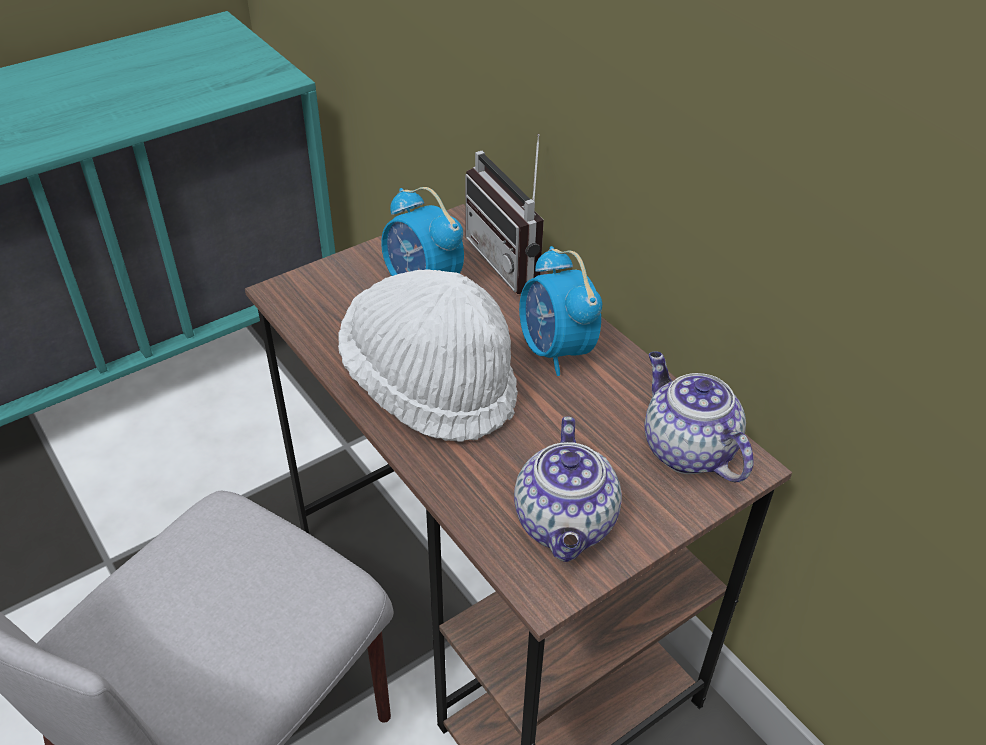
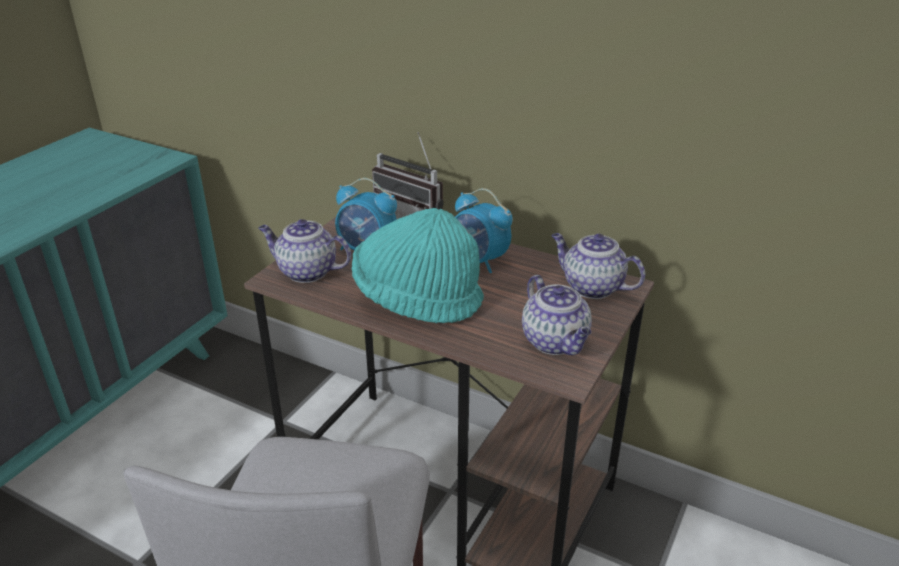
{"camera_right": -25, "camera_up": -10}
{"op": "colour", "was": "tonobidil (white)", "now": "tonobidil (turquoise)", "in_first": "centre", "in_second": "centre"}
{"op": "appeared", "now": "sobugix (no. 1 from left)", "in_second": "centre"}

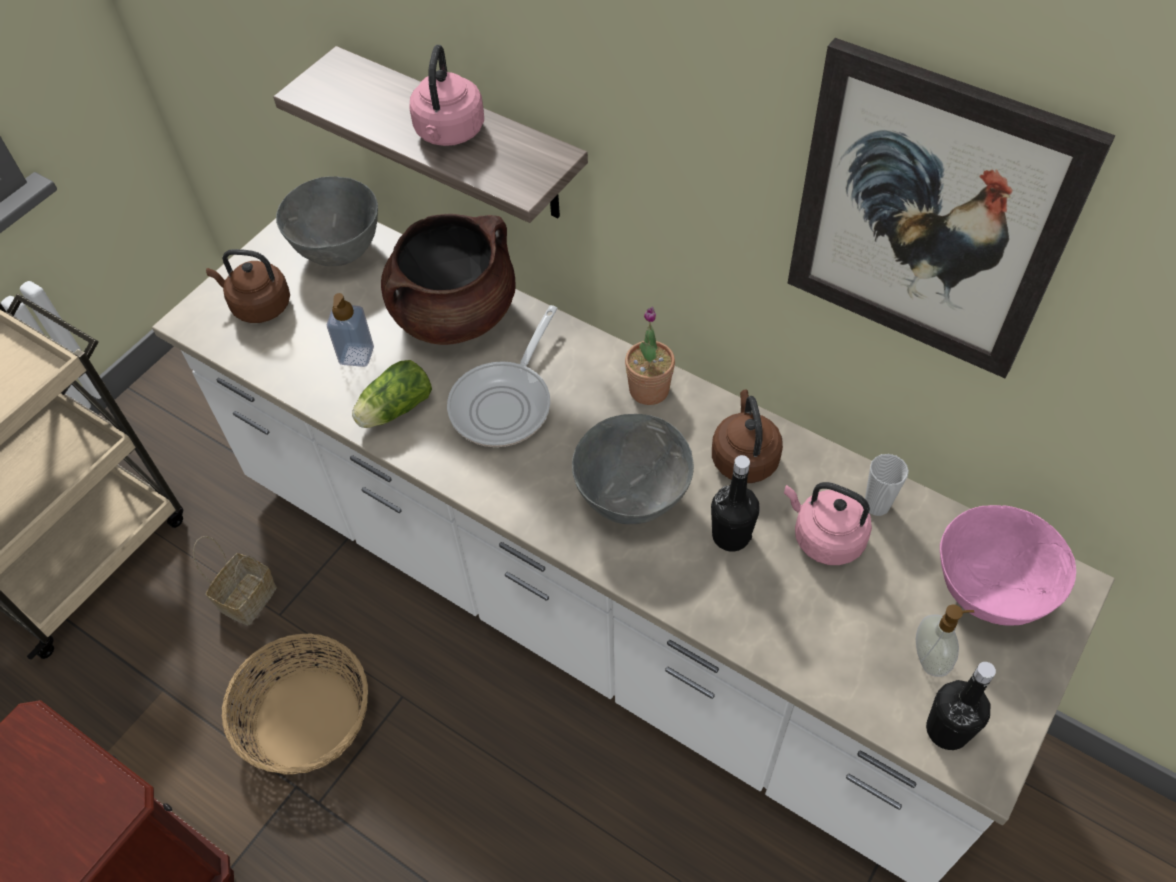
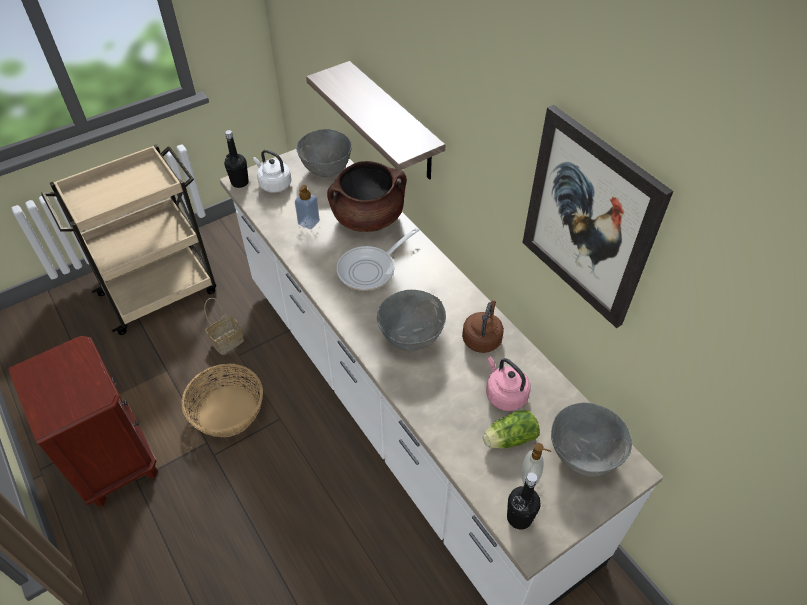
{"camera_right": 20, "camera_up": -5}
{"op": "colour", "was": "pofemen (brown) (no. 1 from left)", "now": "pofemen (white)", "in_first": "top left", "in_second": "top centre"}
{"op": "relocated", "was": "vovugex", "in_first": "centre", "in_second": "bottom centre"}
{"op": "missing", "was": "pofemen (pink) (no. 1 from left)", "in_first": "top centre"}
{"op": "missing", "was": "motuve", "in_first": "centre"}
{"op": "relocated", "was": "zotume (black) (no. 1 from left)", "in_first": "centre", "in_second": "top left"}
{"op": "missing", "was": "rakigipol", "in_first": "middle right"}
{"op": "colour", "was": "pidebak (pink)", "now": "pidebak (grey) (no. 3 from left)", "in_first": "middle right", "in_second": "bottom right"}

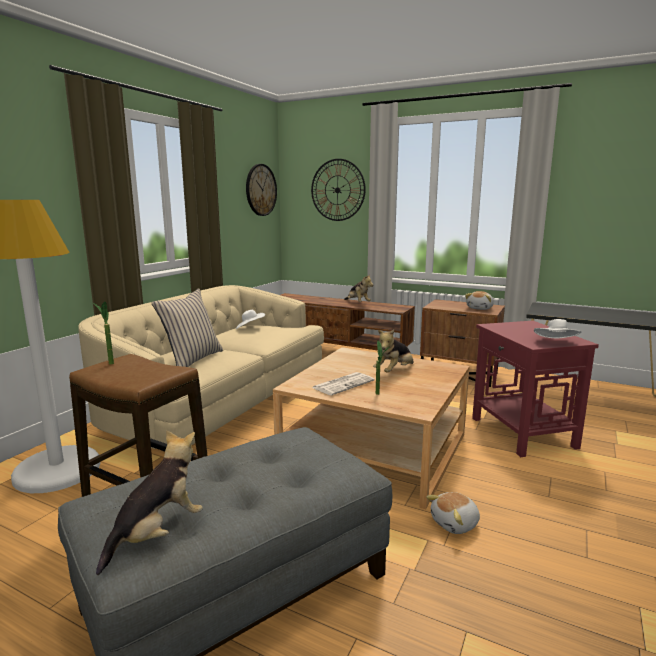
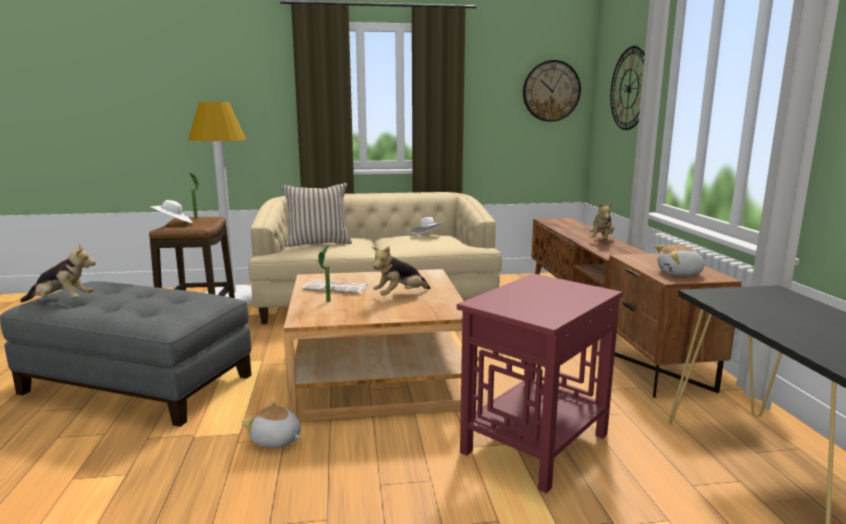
{"camera_right": 55, "camera_up": 0}
{"op": "spun", "was": "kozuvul (no. 3 from left)", "in_first": "centre", "in_second": "centre", "clockwise": -45}
{"op": "relocated", "was": "tonobidil (white) (no. 2 from left in the first image)", "now": "tonobidil (white) (no. 1 from left)", "in_first": "middle right", "in_second": "middle left"}

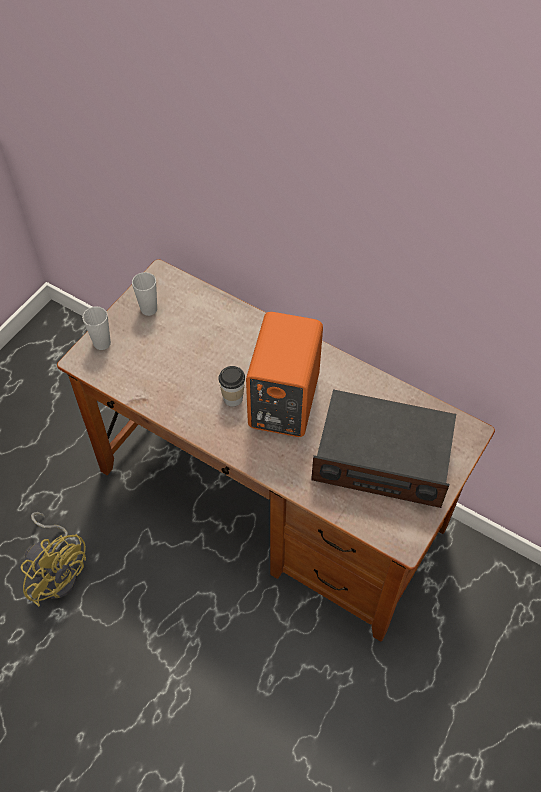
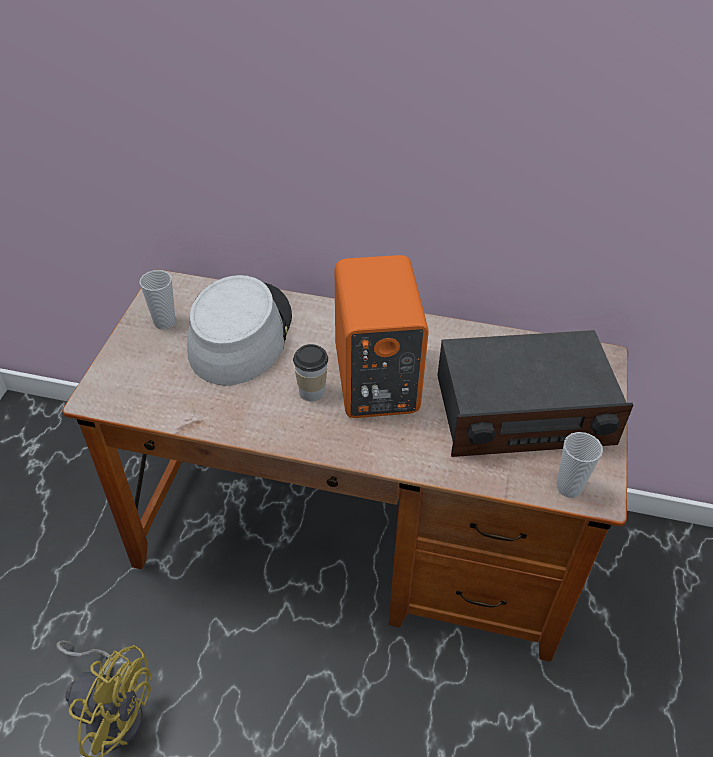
{"camera_right": -20, "camera_up": -10}
{"op": "relocated", "was": "rakigipol (no. 1 from left in the first image)", "now": "rakigipol (no. 3 from left)", "in_first": "middle left", "in_second": "middle right"}
{"op": "appeared", "now": "tonobidil (grey)", "in_second": "centre"}

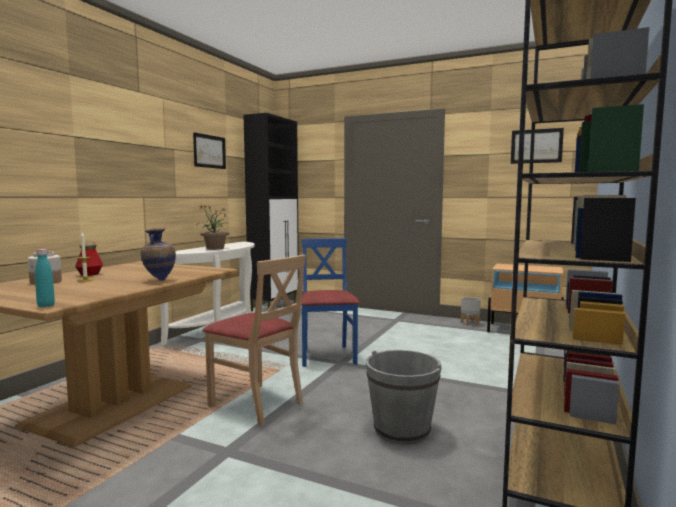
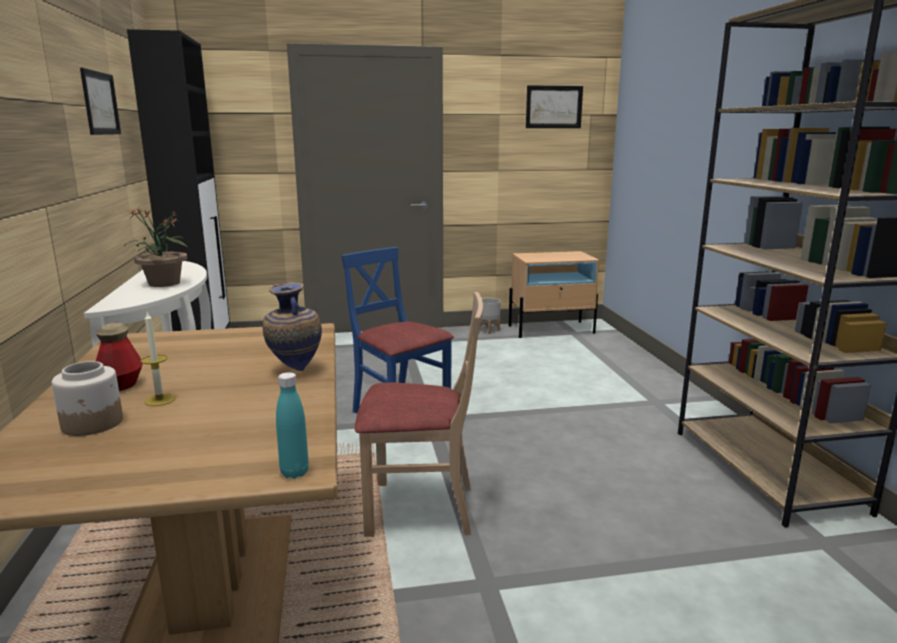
{"camera_right": -35, "camera_up": 10}
{"op": "missing", "was": "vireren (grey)", "in_first": "bottom centre"}

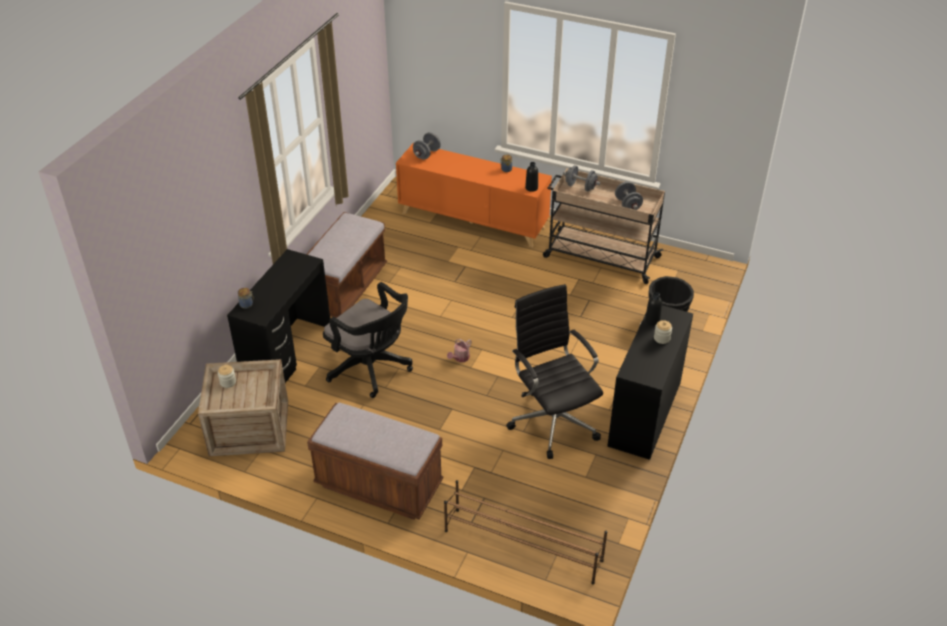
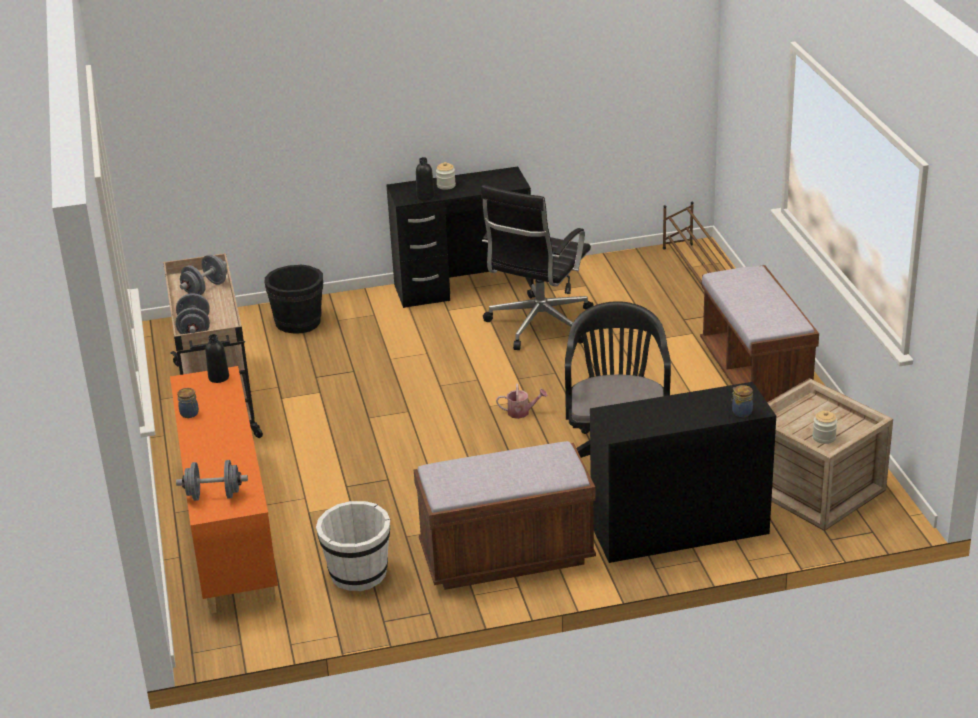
{"camera_right": -125, "camera_up": -10}
{"op": "appeared", "now": "vireren (white)", "in_second": "bottom centre"}

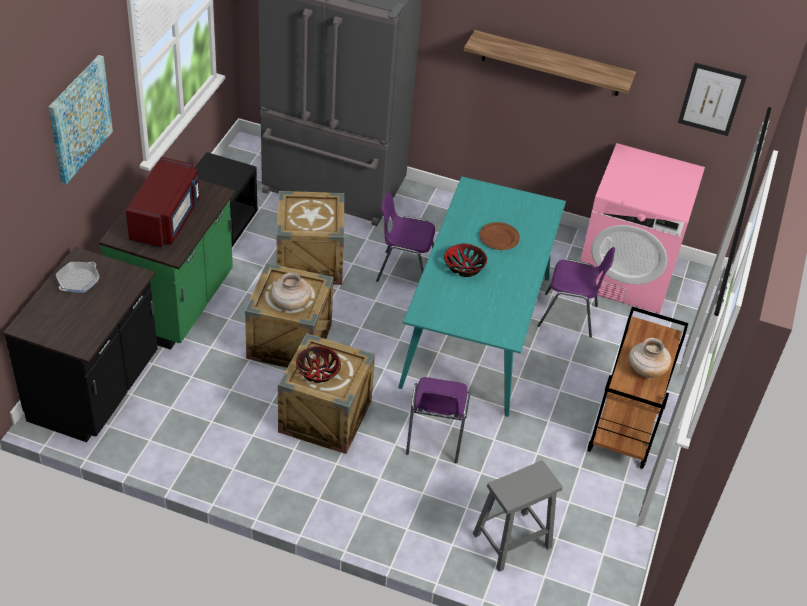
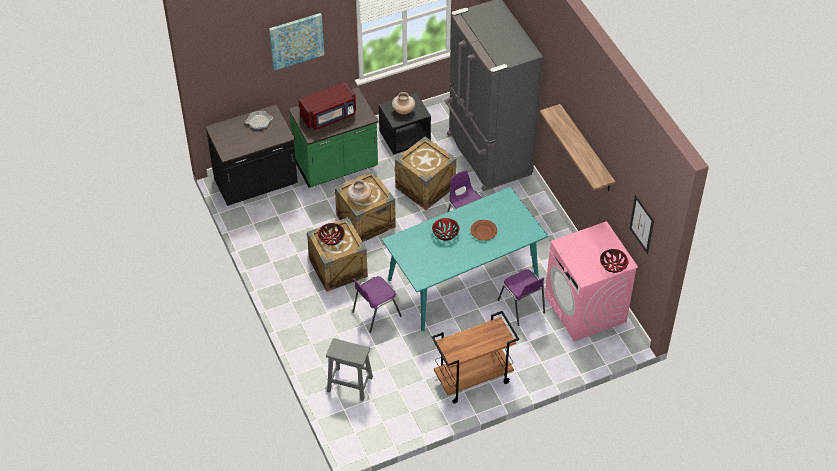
{"camera_right": 50, "camera_up": 5}
{"op": "relocated", "was": "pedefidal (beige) (no. 2 from left)", "in_first": "middle right", "in_second": "top centre"}
{"op": "appeared", "now": "pidebak (no. 3 from left)", "in_second": "middle right"}

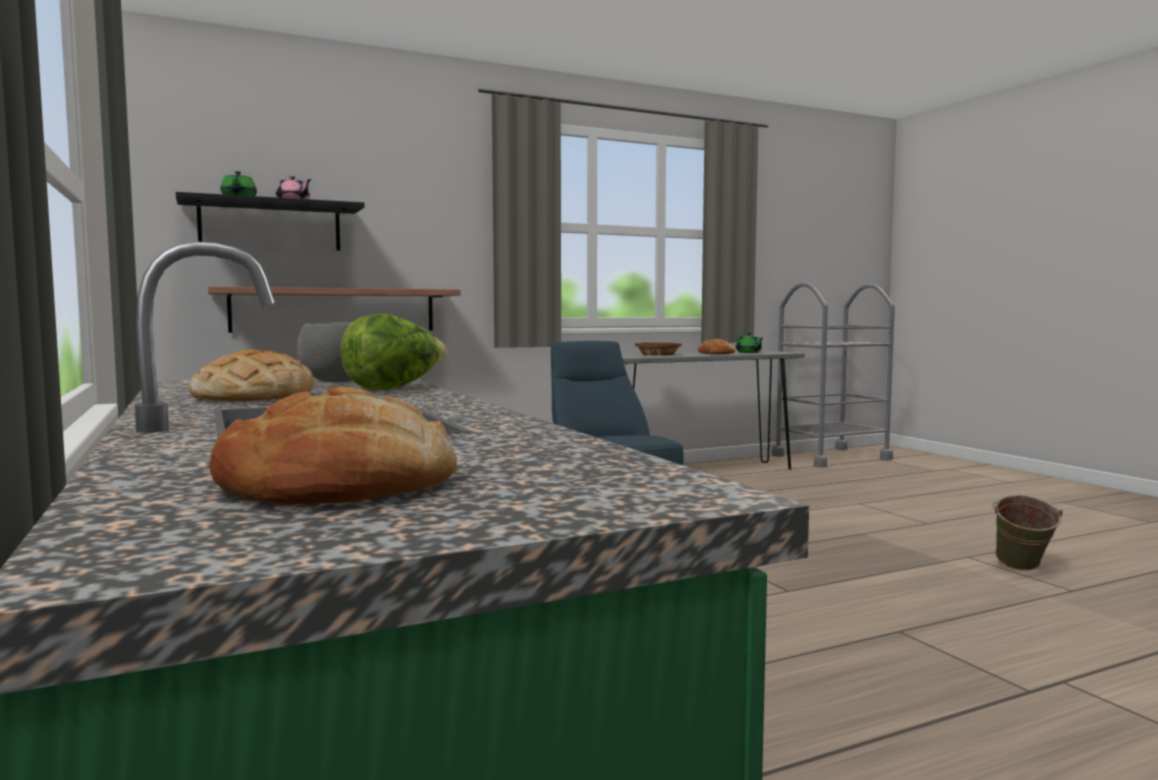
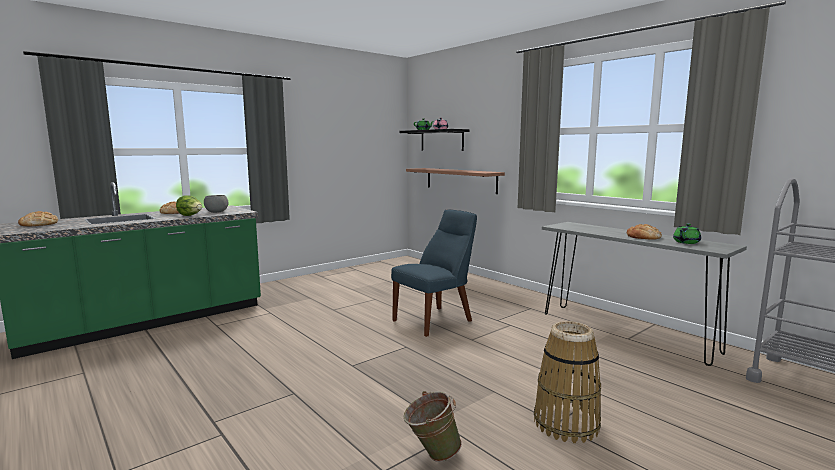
{"camera_right": 75, "camera_up": 5}
{"op": "missing", "was": "pidebak (brown)", "in_first": "centre"}
{"op": "appeared", "now": "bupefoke", "in_second": "bottom right"}

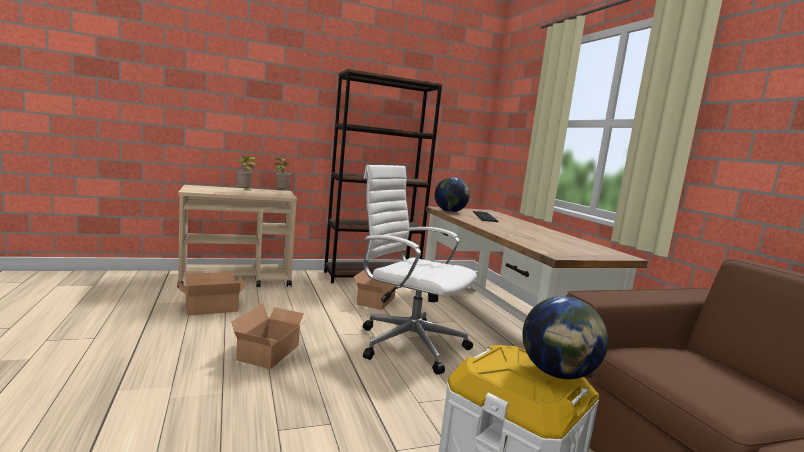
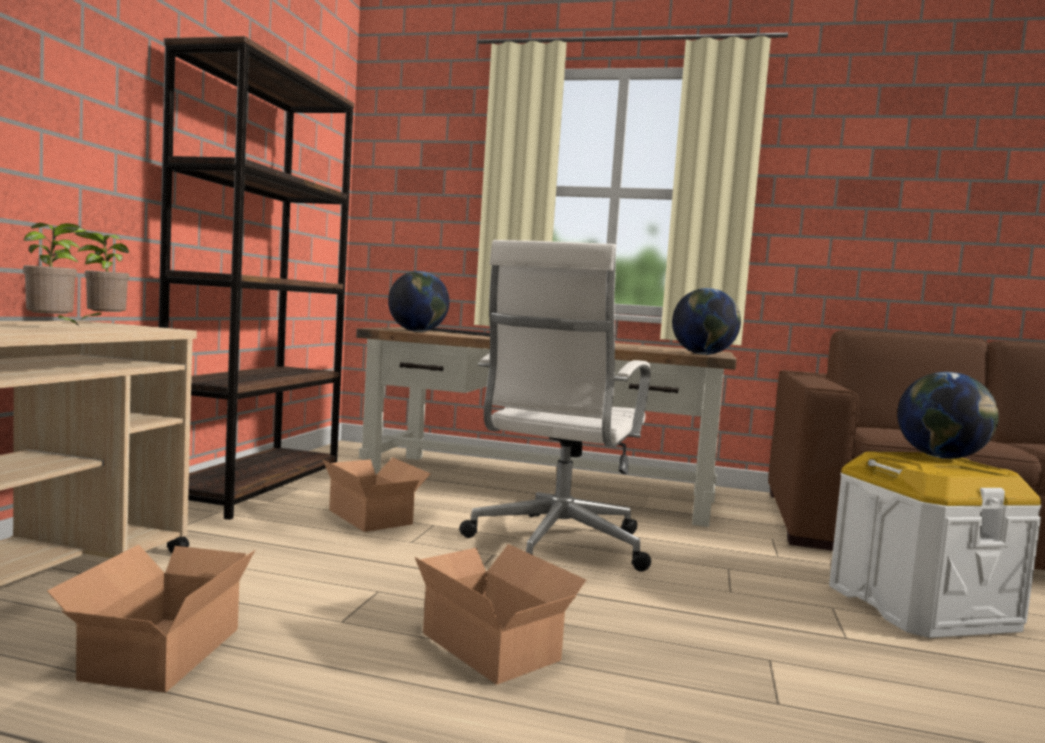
{"camera_right": -55, "camera_up": -5}
{"op": "spun", "was": "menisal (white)", "in_first": "centre", "in_second": "centre", "clockwise": -45}
{"op": "appeared", "now": "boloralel (no. 2 from left)", "in_second": "middle right"}

